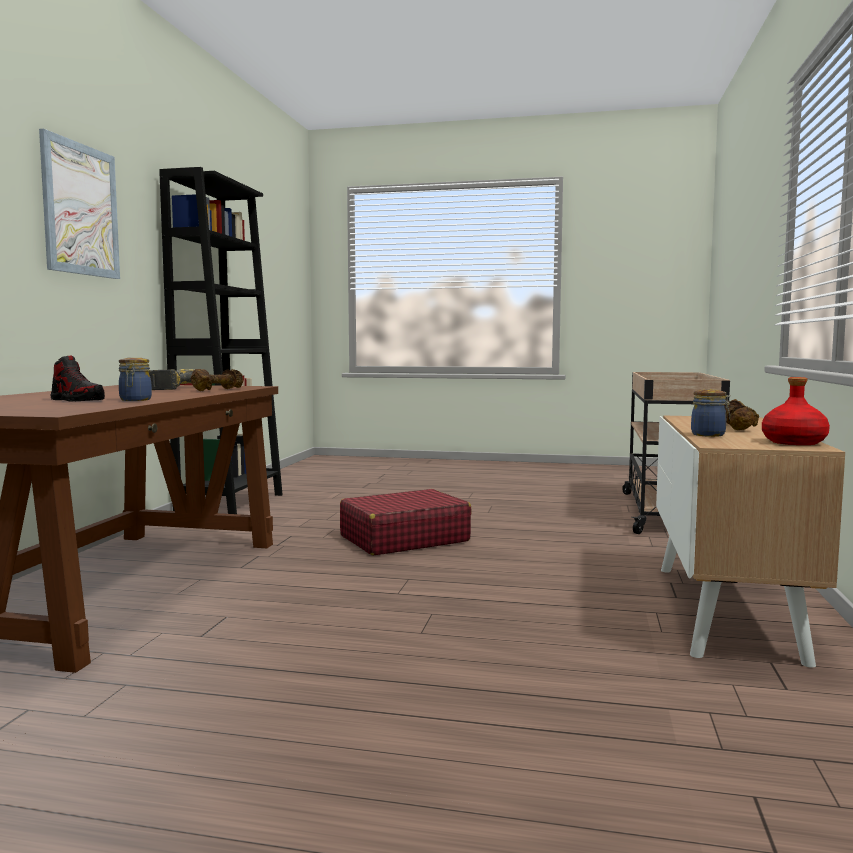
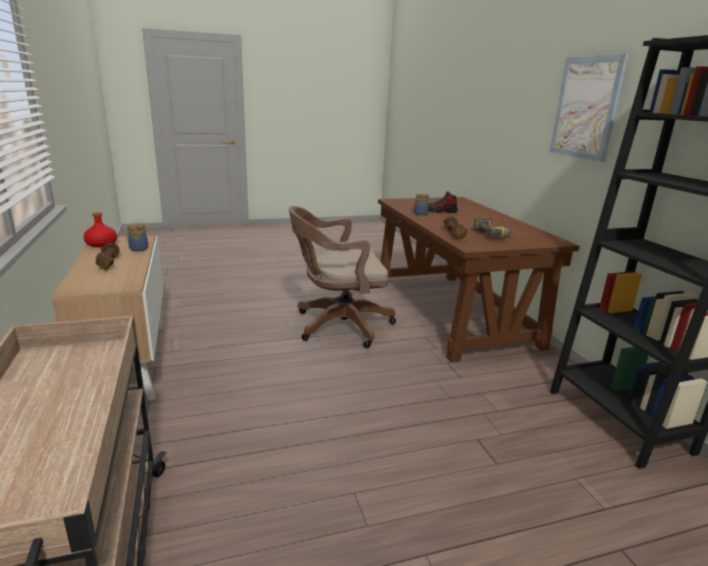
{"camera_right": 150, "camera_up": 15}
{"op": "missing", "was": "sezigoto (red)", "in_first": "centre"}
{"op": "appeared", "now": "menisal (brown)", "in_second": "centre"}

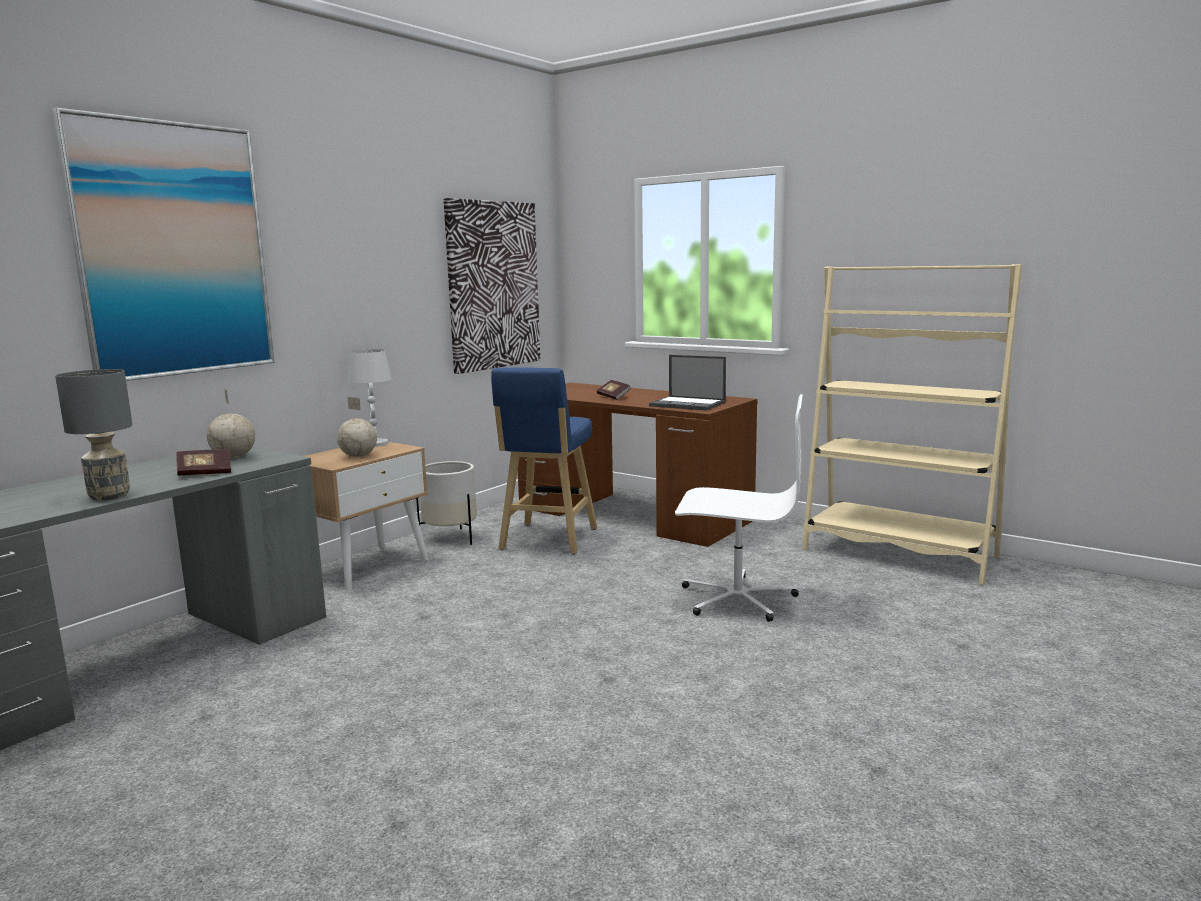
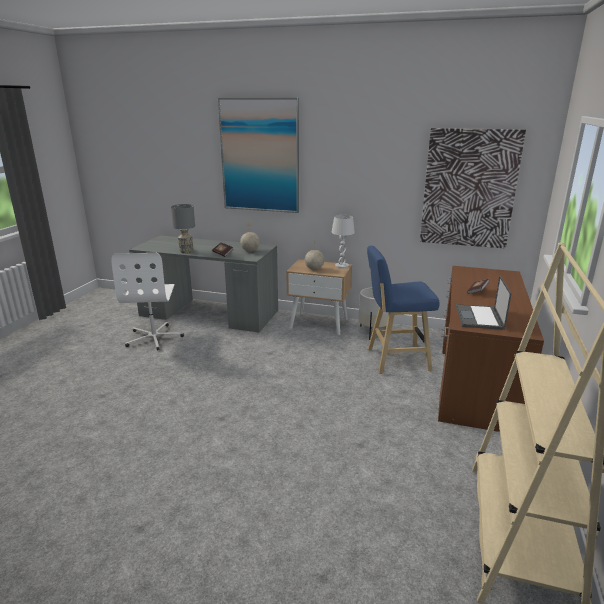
{"camera_right": 70, "camera_up": 10}
{"op": "relocated", "was": "menisal (white)", "in_first": "centre", "in_second": "middle left"}

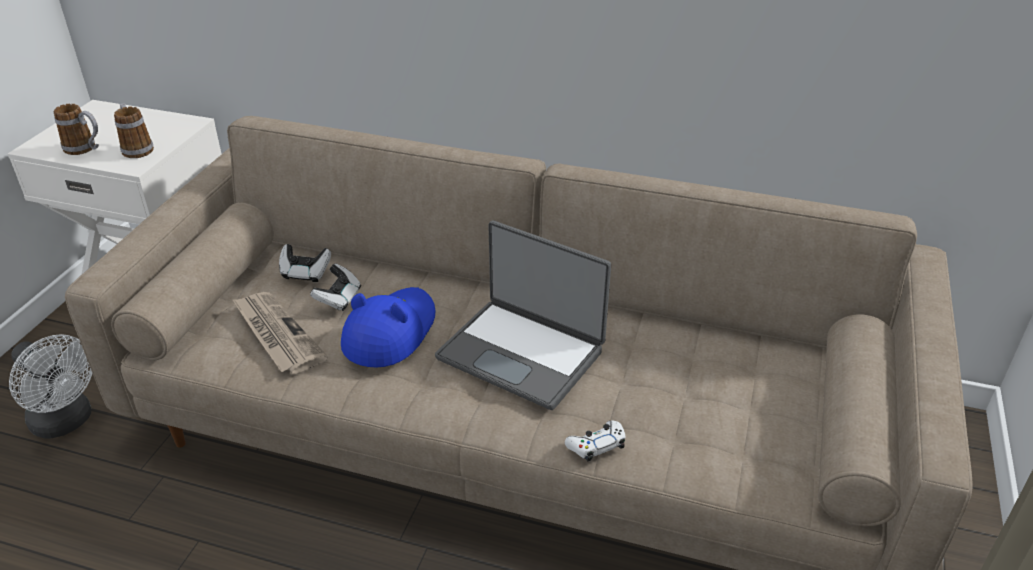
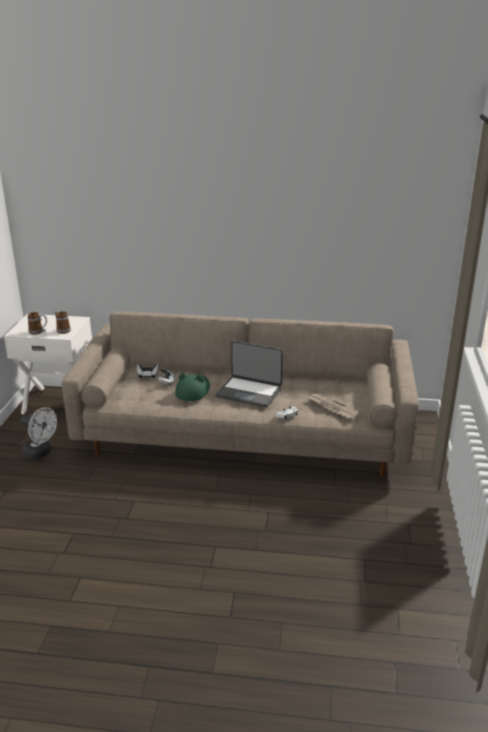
{"camera_right": -10, "camera_up": -10}
{"op": "relocated", "was": "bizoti", "in_first": "middle left", "in_second": "middle right"}
{"op": "colour", "was": "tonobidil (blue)", "now": "tonobidil (green)", "in_first": "centre", "in_second": "centre"}

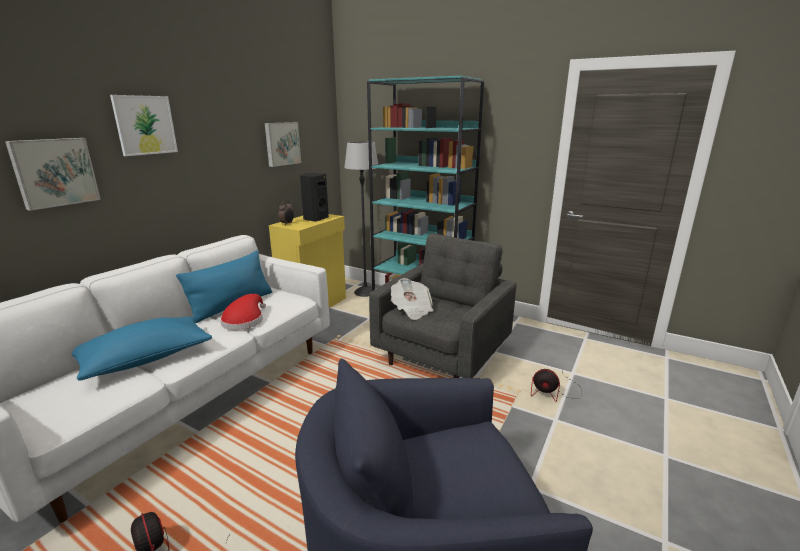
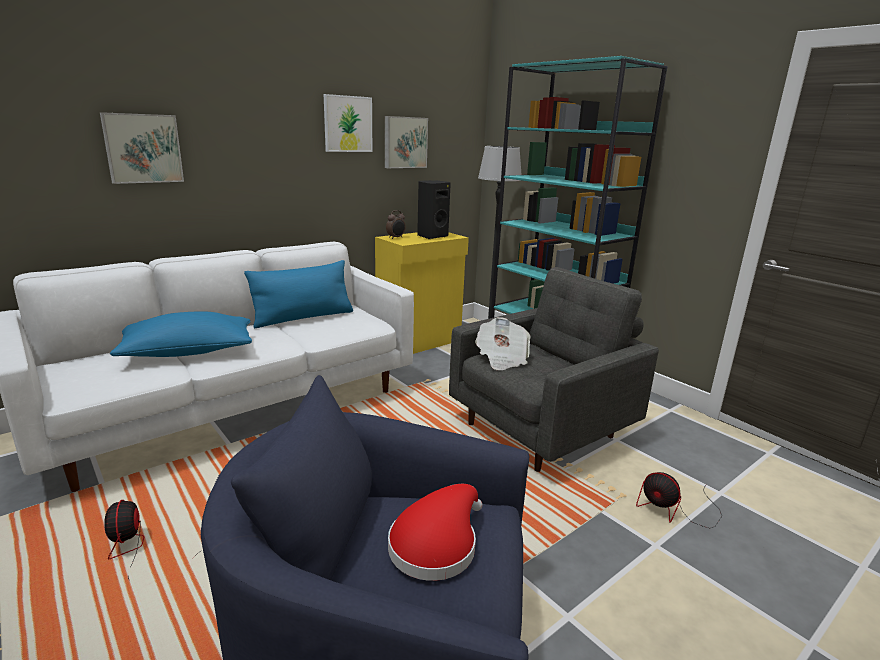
{"camera_right": 20, "camera_up": 0}
{"op": "relocated", "was": "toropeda (no. 2 from left)", "in_first": "top left", "in_second": "top centre"}
{"op": "relocated", "was": "tonobidil (red)", "in_first": "middle left", "in_second": "bottom centre"}

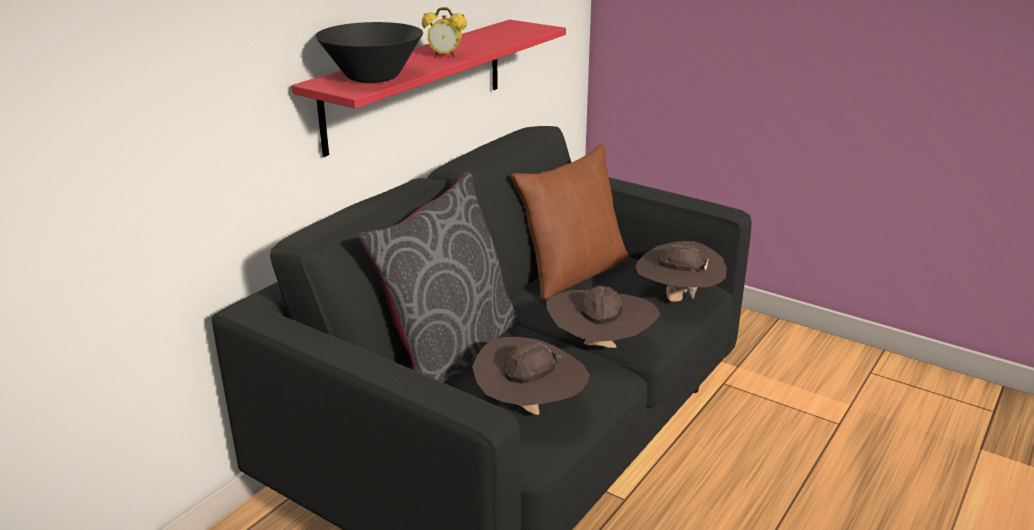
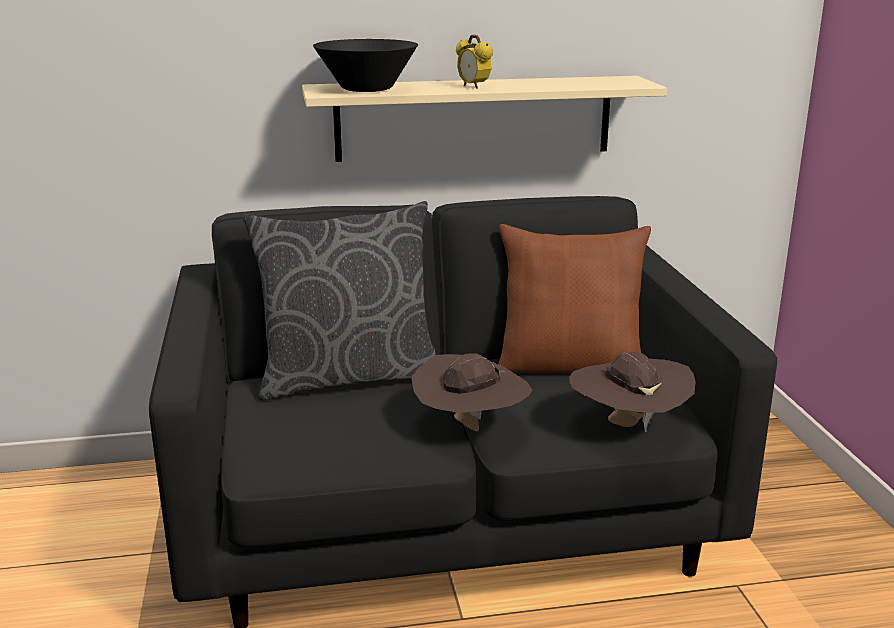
{"camera_right": 45, "camera_up": -5}
{"op": "colour", "was": "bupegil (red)", "now": "bupegil (beige)", "in_first": "top centre", "in_second": "top centre"}
{"op": "missing", "was": "tonobidil (brown) (no. 1 from left)", "in_first": "bottom centre"}

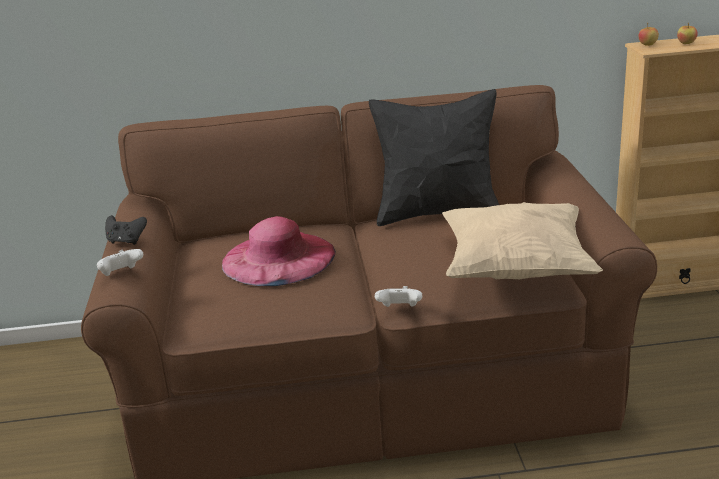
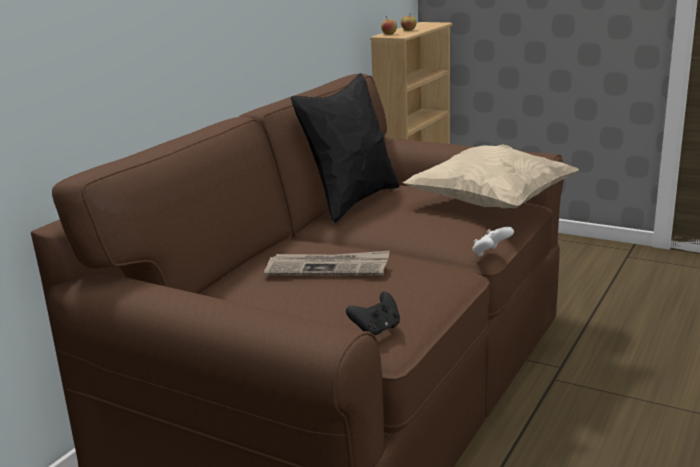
{"camera_right": -55, "camera_up": -5}
{"op": "missing", "was": "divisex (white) (no. 1 from left)", "in_first": "middle left"}
{"op": "relocated", "was": "divisex (black)", "in_first": "middle left", "in_second": "bottom centre"}
{"op": "exchanged", "was": "tonobidil (pink)", "now": "bizoti", "in_first": "centre", "in_second": "centre"}

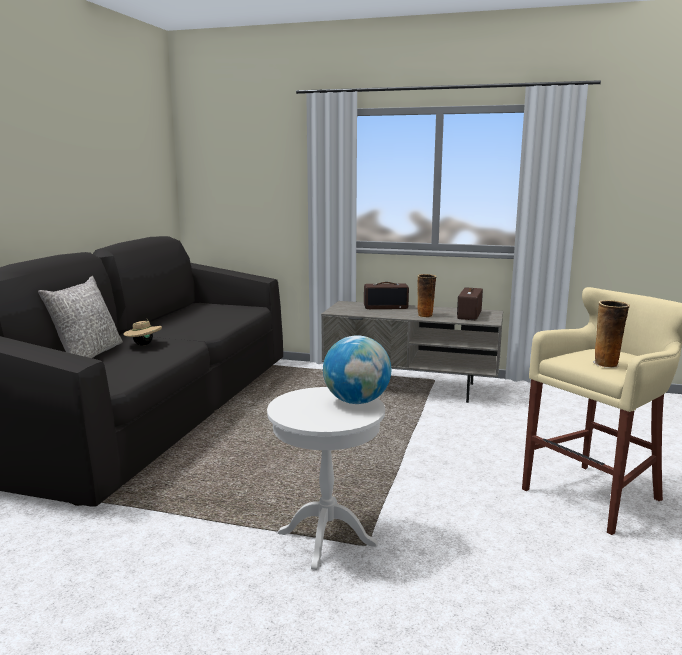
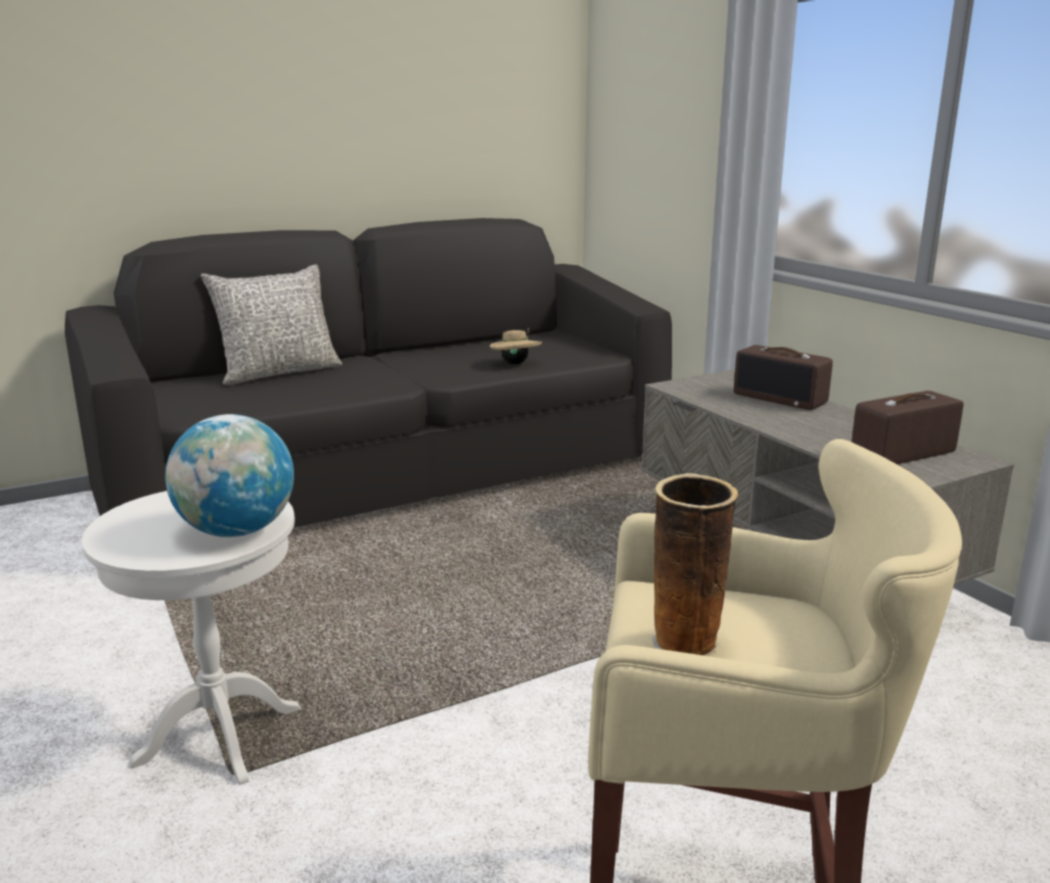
{"camera_right": 45, "camera_up": 5}
{"op": "relocated", "was": "tonobidil (beige)", "in_first": "middle left", "in_second": "centre"}
{"op": "missing", "was": "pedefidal (no. 1 from left)", "in_first": "centre"}

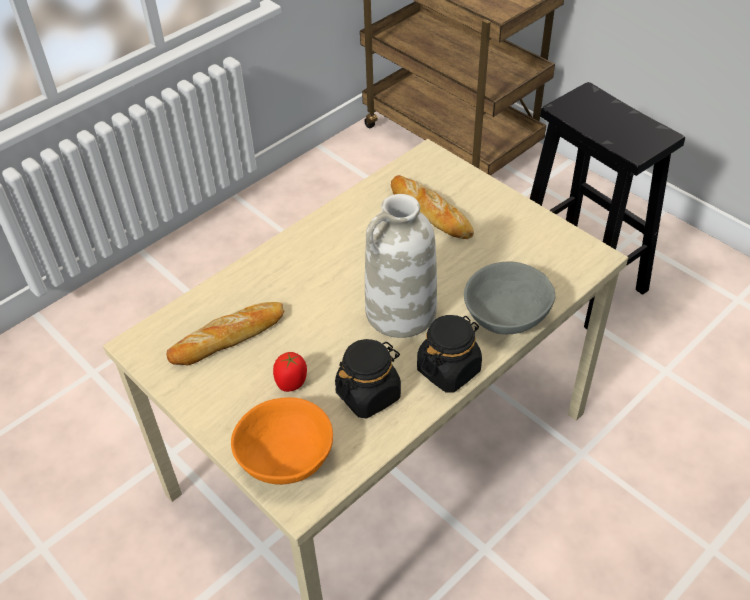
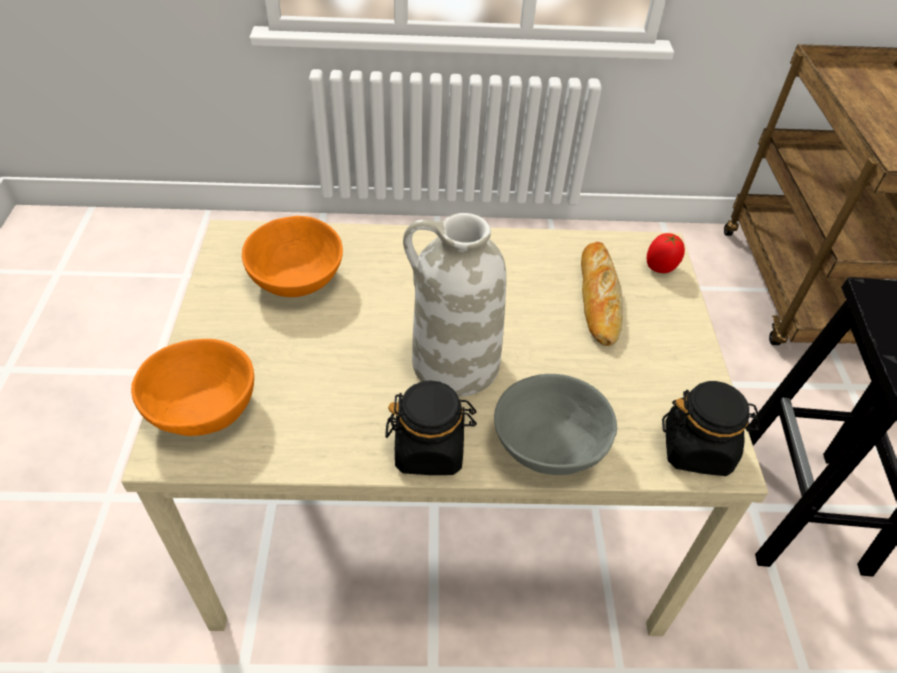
{"camera_right": 40, "camera_up": 0}
{"op": "exchanged", "was": "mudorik (no. 1 from left)", "now": "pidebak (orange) (no. 2 from left)", "in_first": "middle left", "in_second": "middle left"}
{"op": "relocated", "was": "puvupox", "in_first": "centre", "in_second": "middle right"}
{"op": "relocated", "was": "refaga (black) (no. 1 from left in the first image)", "now": "refaga (black) (no. 2 from left)", "in_first": "centre", "in_second": "middle right"}

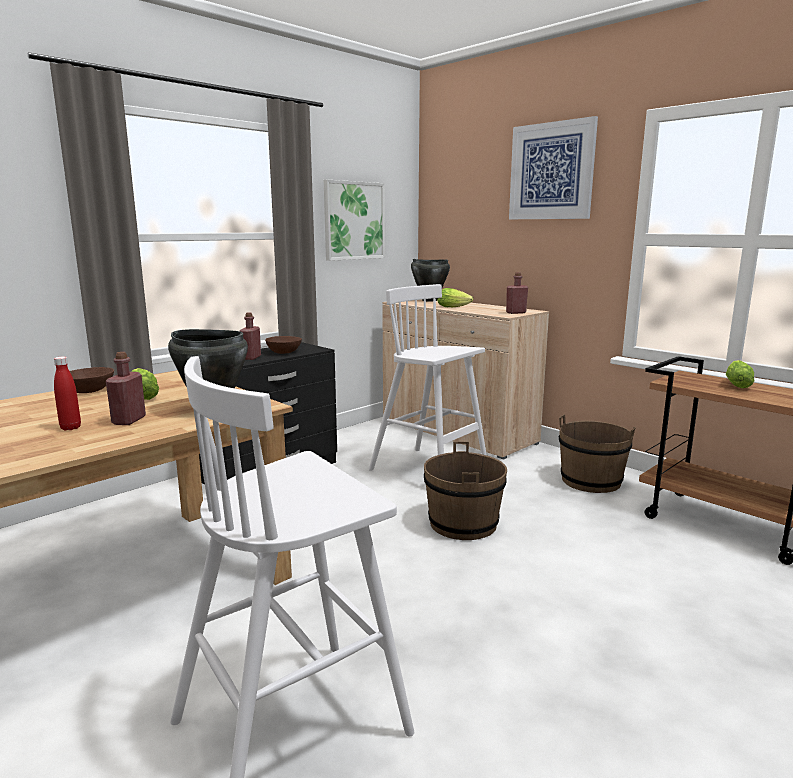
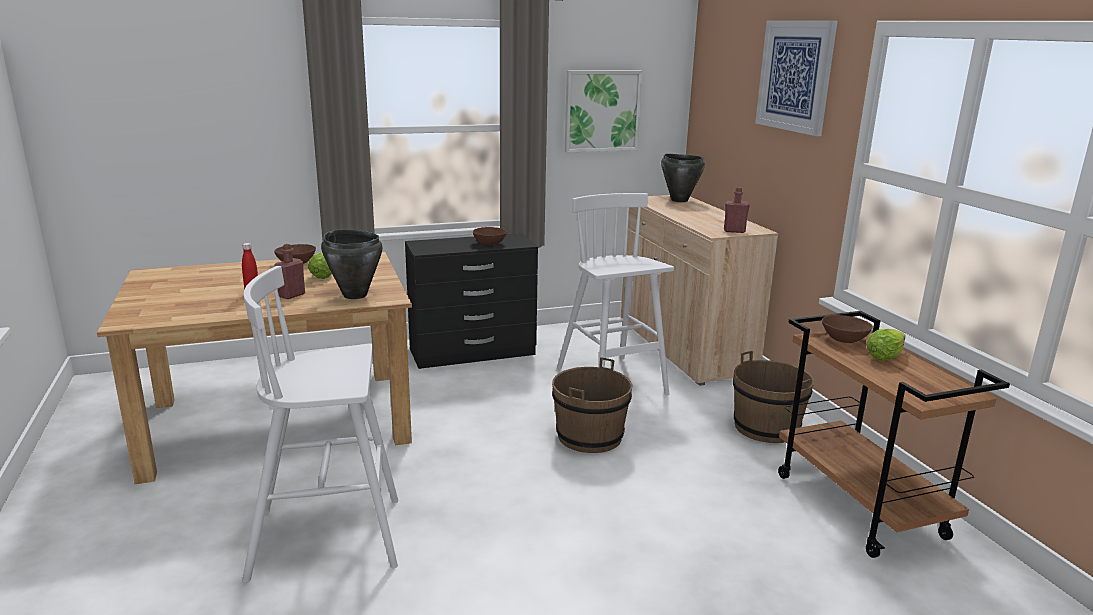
{"camera_right": 25, "camera_up": 5}
{"op": "missing", "was": "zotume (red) (no. 3 from left)", "in_first": "middle left"}
{"op": "missing", "was": "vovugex (no. 2 from left)", "in_first": "centre"}
{"op": "appeared", "now": "pidebak (brown) (no. 3 from left)", "in_second": "middle right"}

